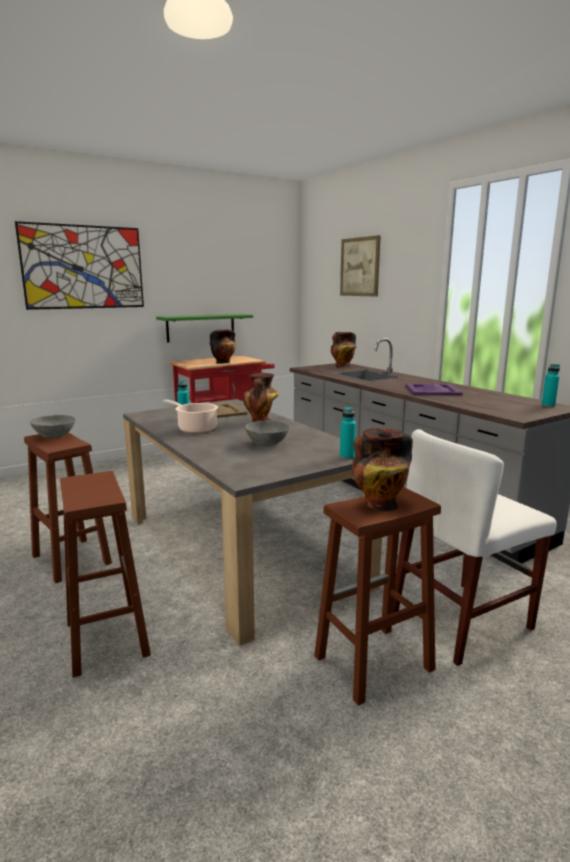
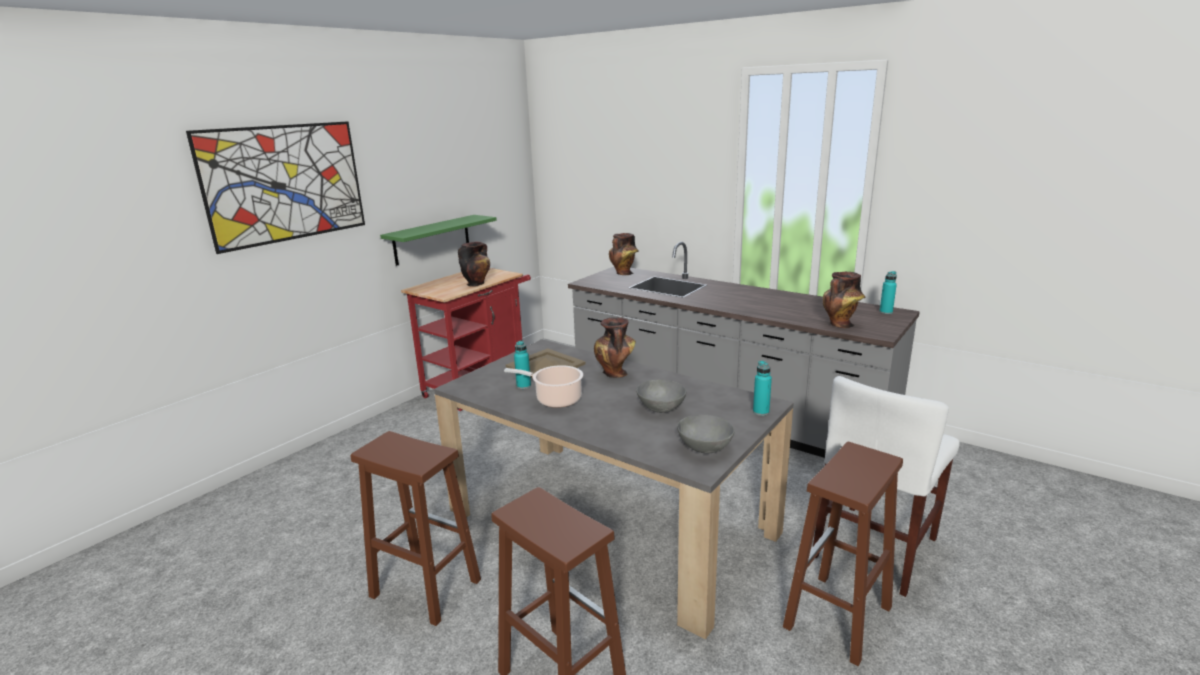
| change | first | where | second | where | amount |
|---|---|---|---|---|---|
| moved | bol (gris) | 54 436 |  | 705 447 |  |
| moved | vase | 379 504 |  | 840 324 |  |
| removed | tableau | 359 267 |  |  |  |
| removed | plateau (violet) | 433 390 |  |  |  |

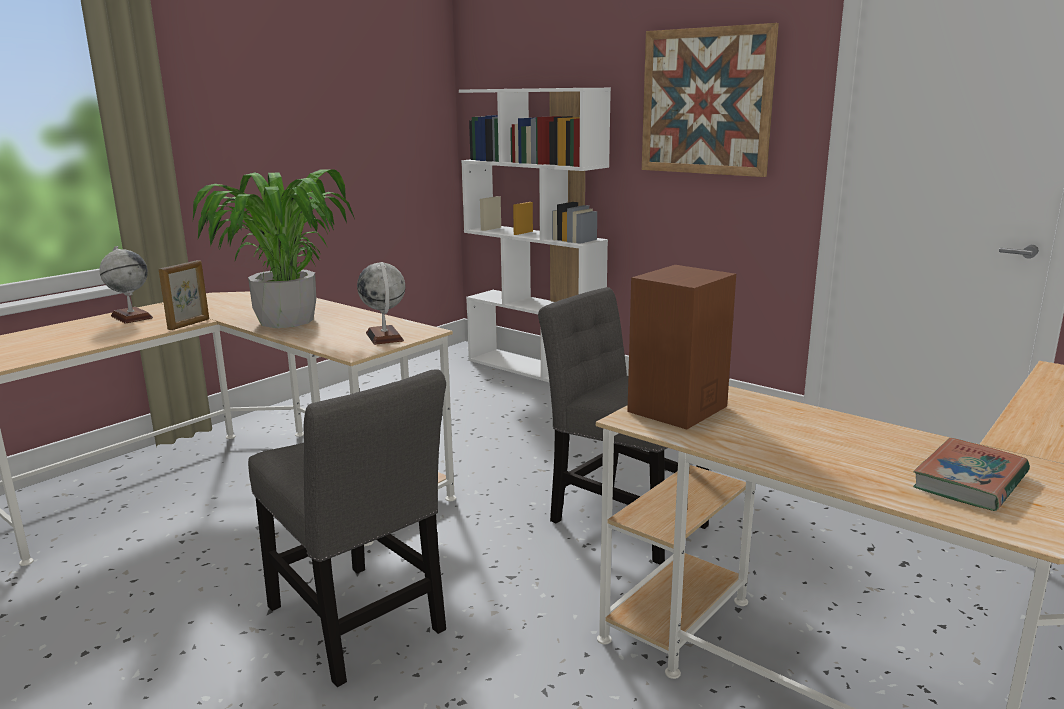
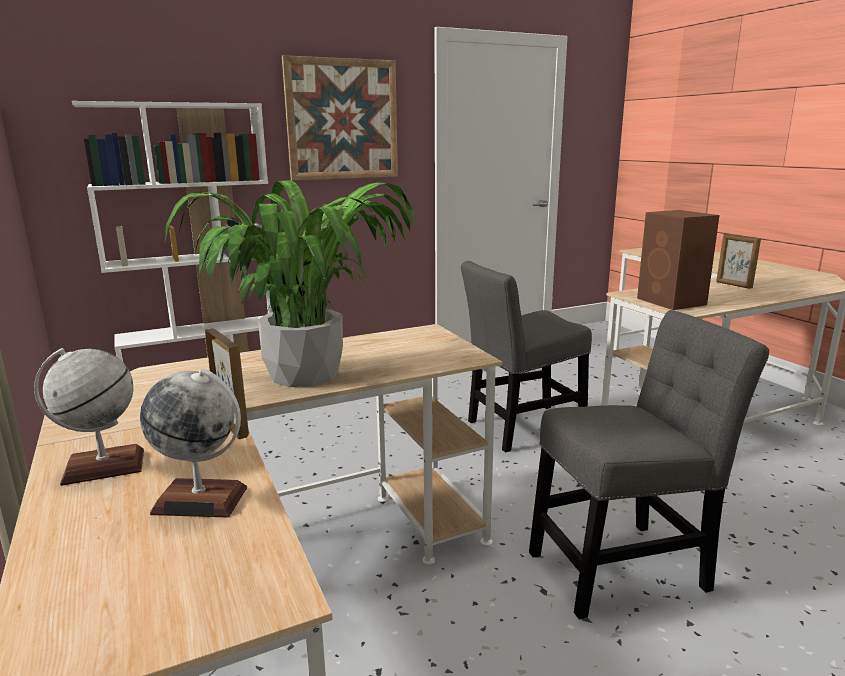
| change | first | where | second | where | amount |
|---|---|---|---|---|---|
| moved | globe | 384 337 |  | 200 500 |  |
| added |  |  | cadre photo | 733 285 |  |
| removed | livre | 970 481 |  |  |  |

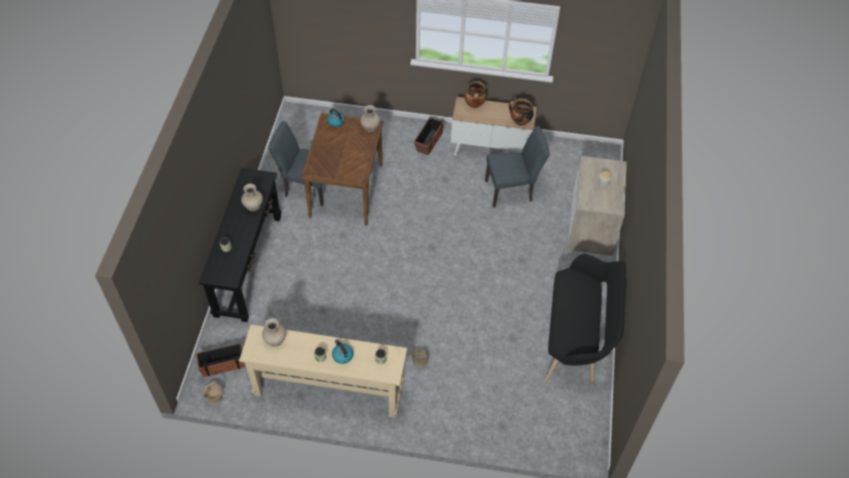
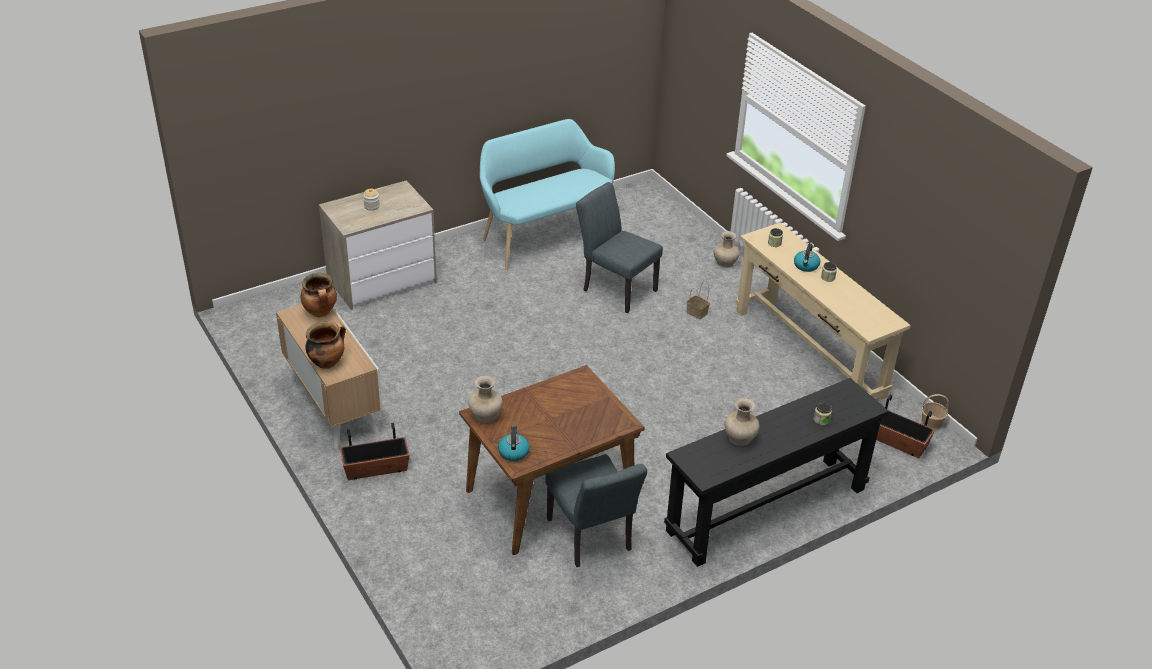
| change | first | where | second | where | amount |
|---|---|---|---|---|---|
| recoloured | banc (noir) | 576 340 | banc (turquoise) | 545 235 |  |
| moved | chaise (gris) | 512 190 |  | 615 288 |  |
| moved | vase (beige) | 275 339 |  | 724 262 |  |

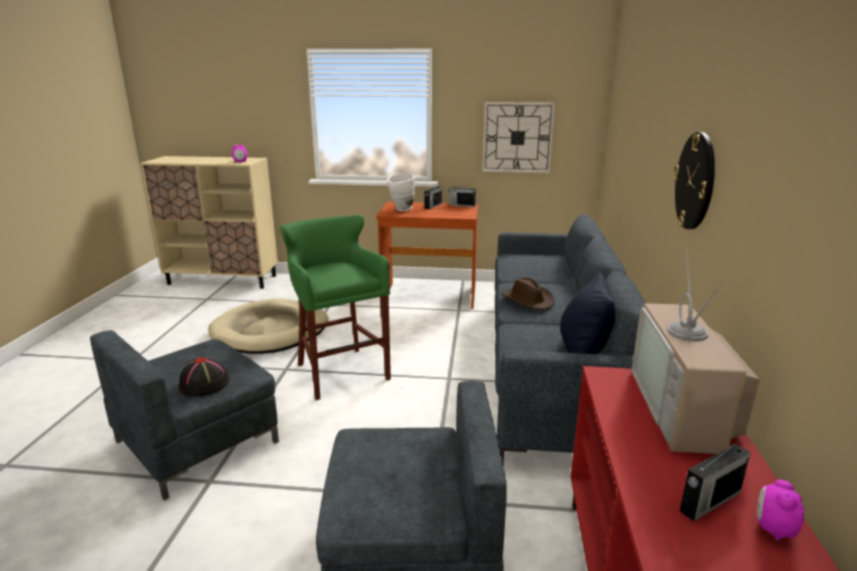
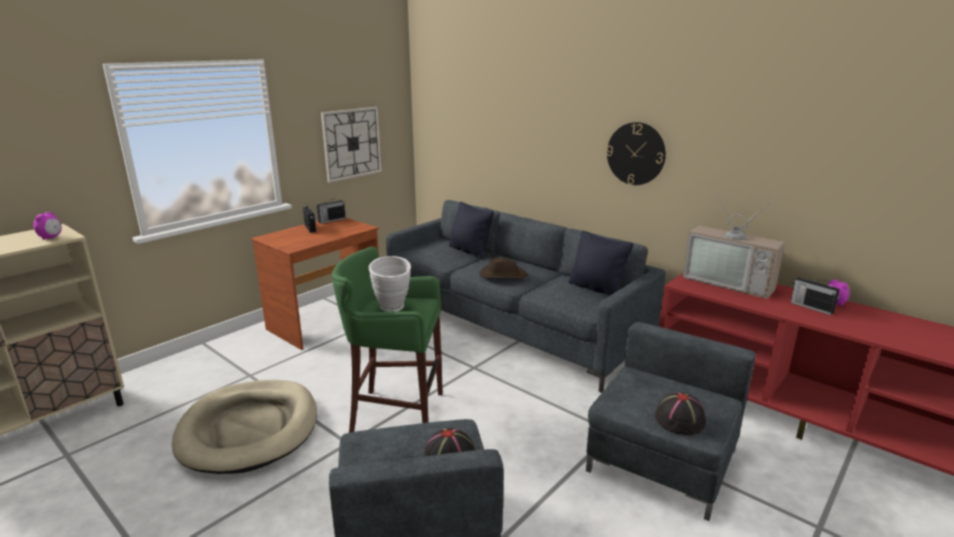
| change | first | where | second | where | amount |
|---|---|---|---|---|---|
| moved | vase (blanc) | 401 210 |  | 393 309 |  |
| added |  |  | coussin (noir) | 470 251 |  |
| added |  |  | chapeau (noir) | 680 420 |  |
| turned | radio | 709 502 |  | 810 307 | 135 degrees clockwise |

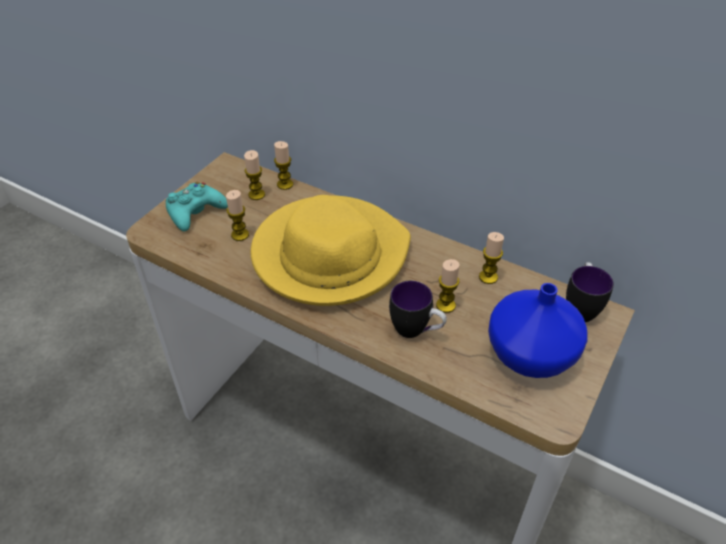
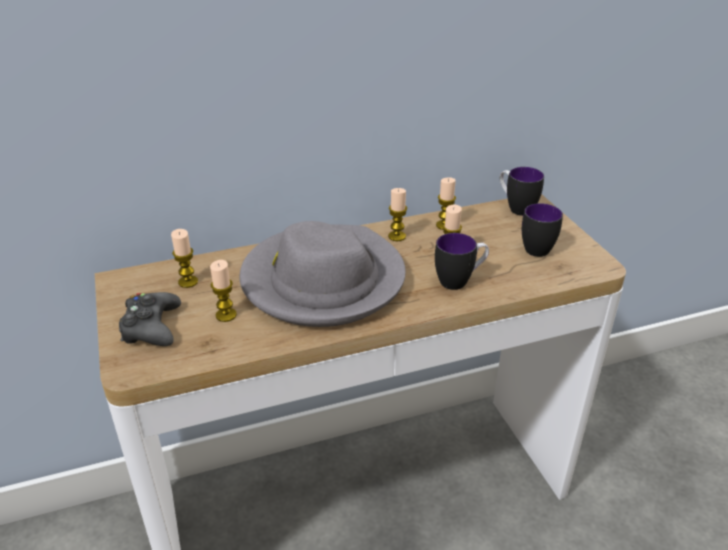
| change | first | where | second | where | amount |
|---|---|---|---|---|---|
| recoloured | manette (turquoise) | 195 212 | manette (noir) | 151 327 |  |
| recoloured | chapeau (jaune) | 329 255 | chapeau (gris) | 323 280 |  |
| moved | bougie | 285 184 |  | 397 236 |  |
| replaced | vase (bleu) | 532 355 | mug | 537 246 |  |

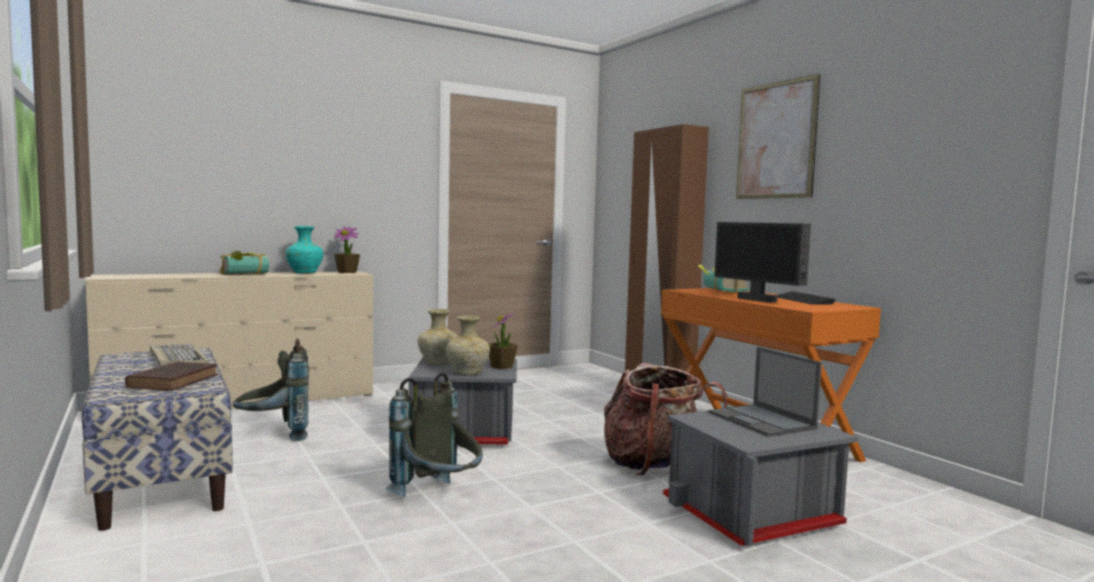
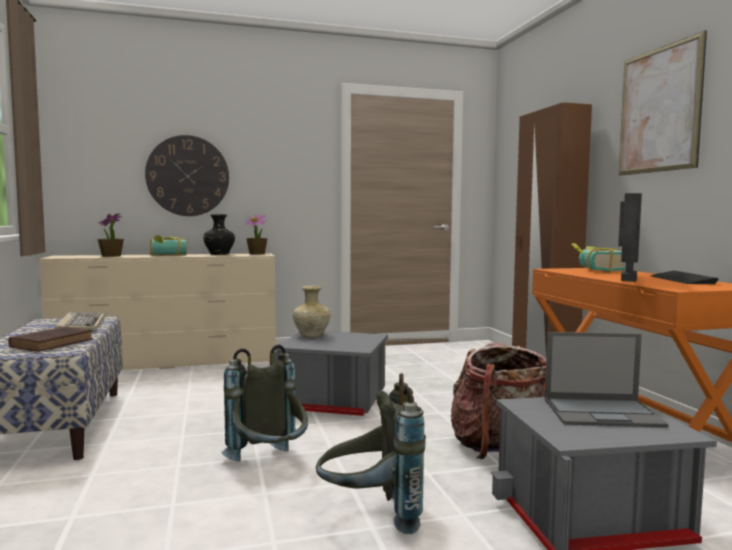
| change | first | where | second | where | amount |
|---|---|---|---|---|---|
| moved | plante en pot | 502 366 |  | 111 256 |  |
| added |  |  | horloge murale | 188 176 |  |
| recoloured | vase (turquoise) | 305 273 | vase (noir) | 220 254 |  |
| moved | sac à dos (gris) | 275 435 |  | 371 515 |  |
| turned | ordinateur portable | 762 421 |  | 603 412 | 75 degrees counterclockwise |
| turned | écran d'ordinateur | 757 300 |  | 627 279 | 135 degrees counterclockwise |
| removed | vase (beige) | 467 373 |  |  |  |

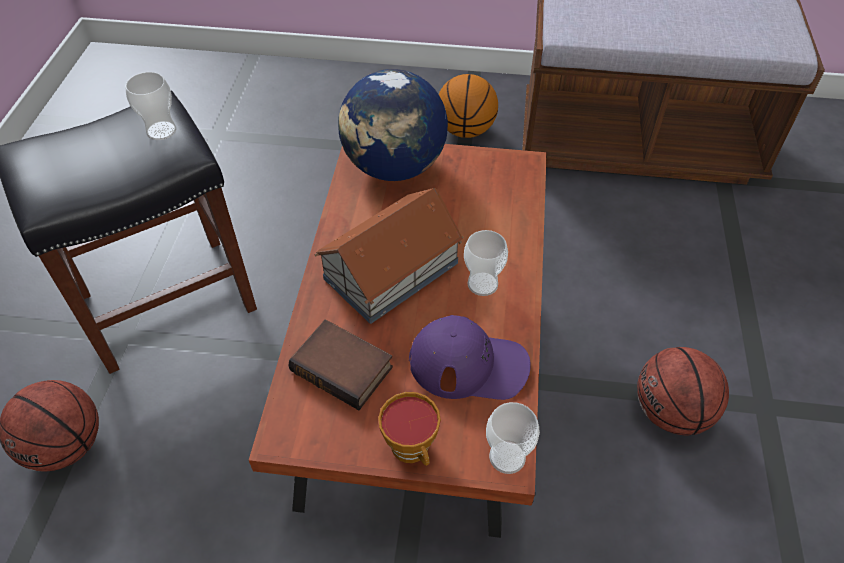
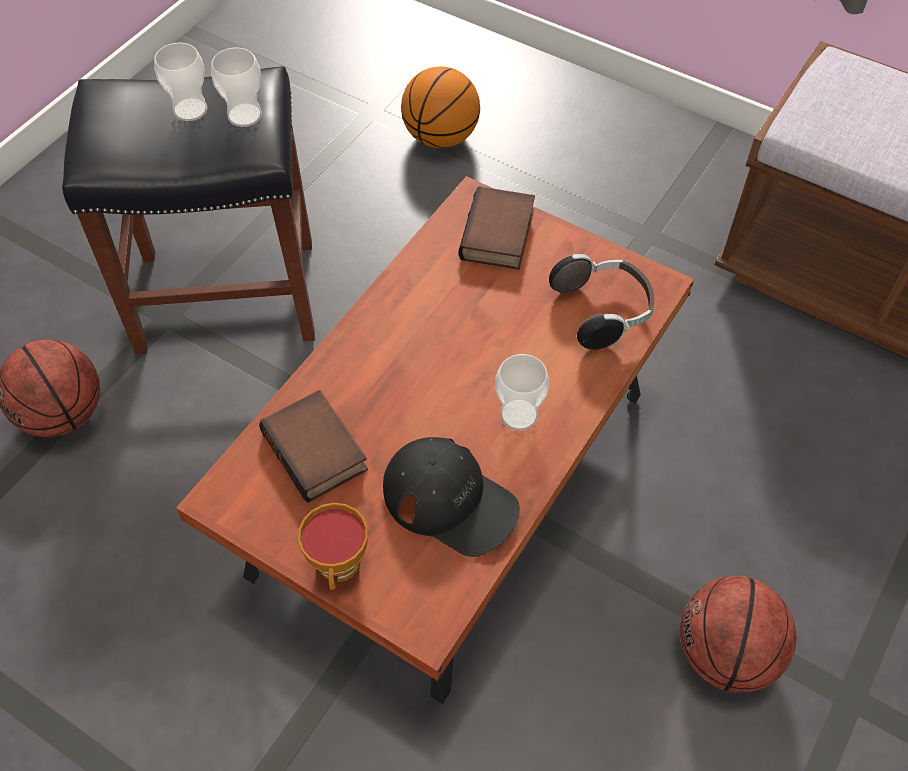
| change | first | where | second | where | amount |
|---|---|---|---|---|---|
| moved | tasse | 507 457 |  | 190 110 |  |
| recoloured | casquette (violet) | 469 364 | casquette (noir) | 450 500 |  |
| moved | ballon de basket | 465 130 |  | 440 137 |  |
| replaced | globe | 394 167 | livre | 499 236 |  |
| added |  |  | casque audio | 603 312 |  |
| removed | maison miniature | 392 270 |  |  |  |

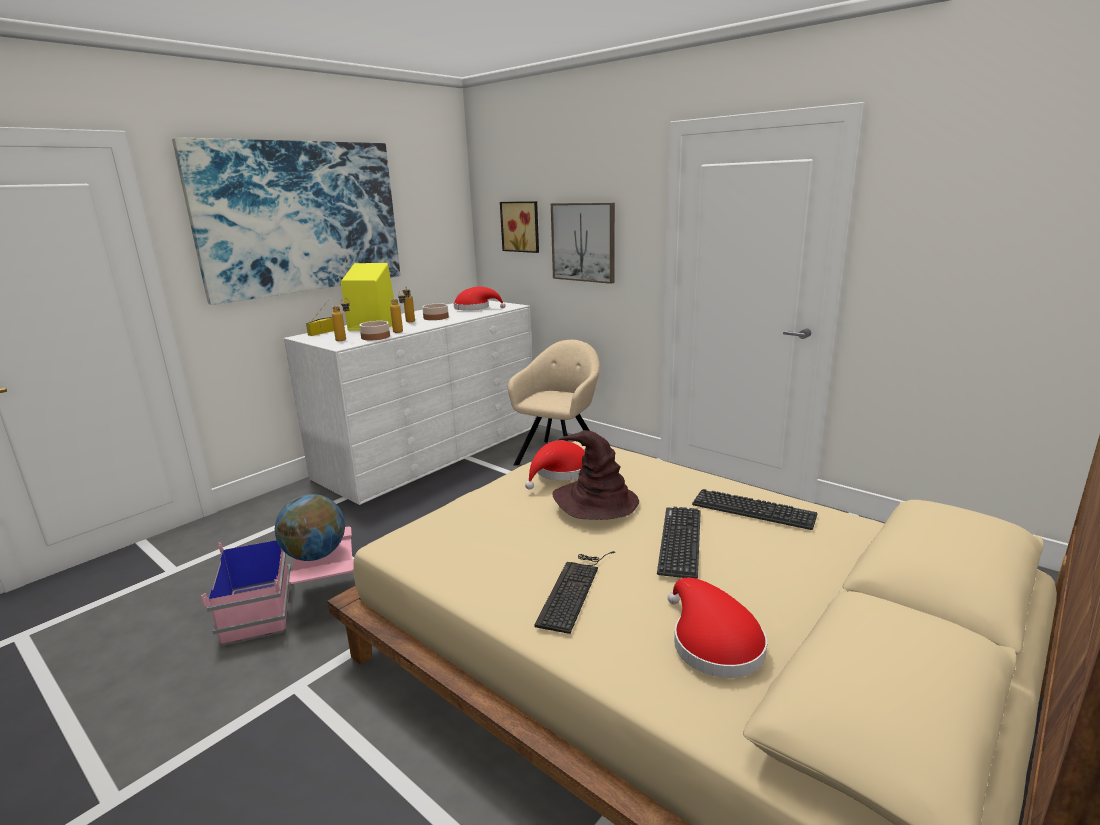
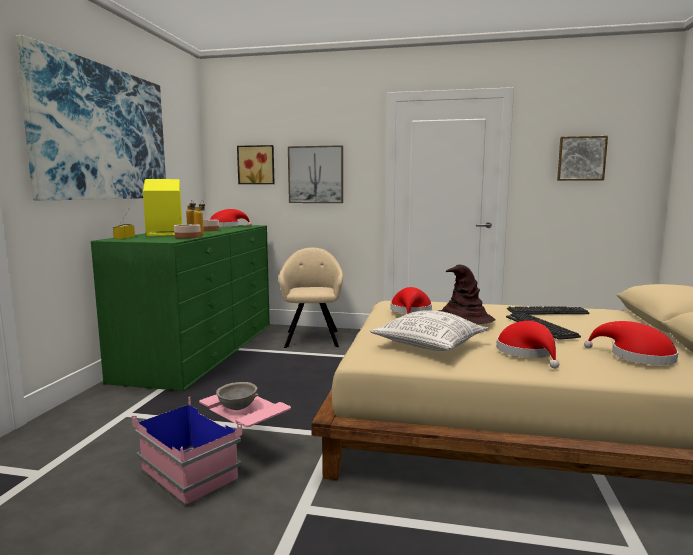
| change | first | where | second | where | amount |
|---|---|---|---|---|---|
| recoloured | commode (blanc) | 432 451 | commode (vert) | 201 349 |  |
| replaced | globe | 315 555 | bol (gris) | 237 408 |  |
| added |  |  | coussin | 429 345 |  |
| replaced | clavier | 574 588 | chapeau (rouge) | 527 353 |  |
| added |  |  | tableau | 581 158 |  |
| removed | bouteille | 345 340 |  |  |  |

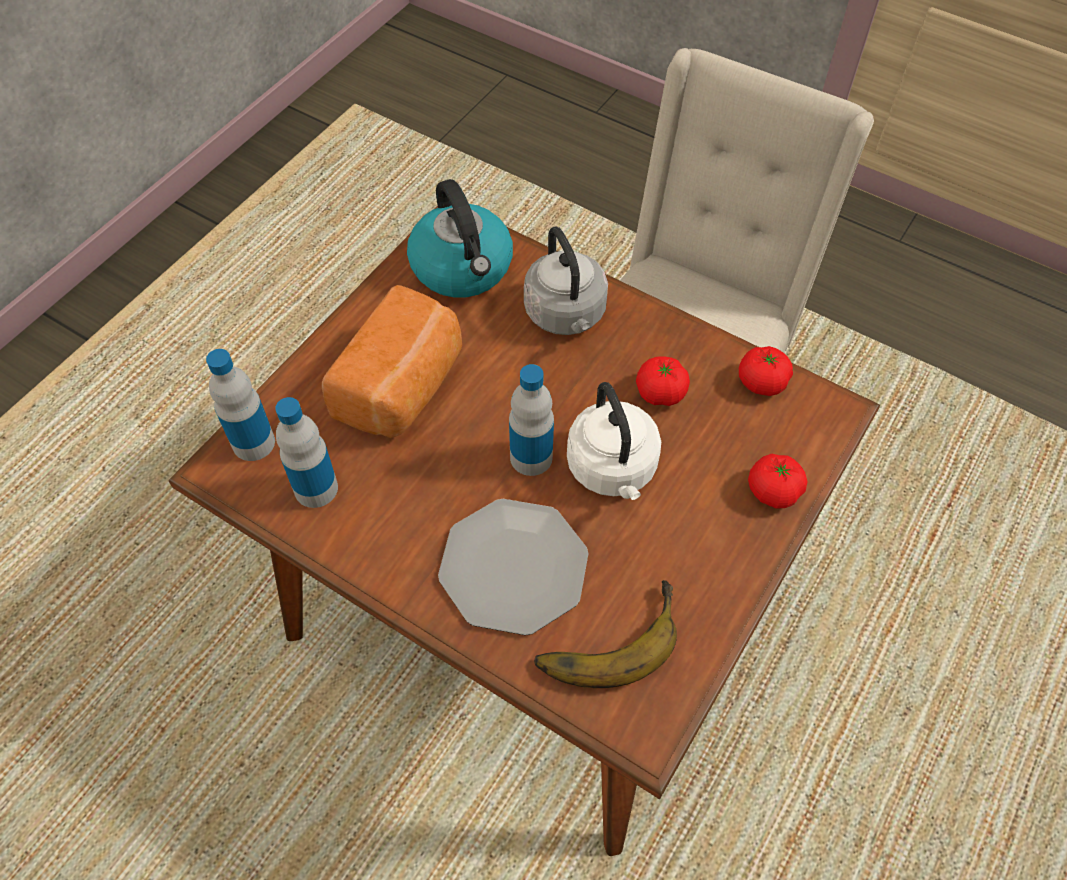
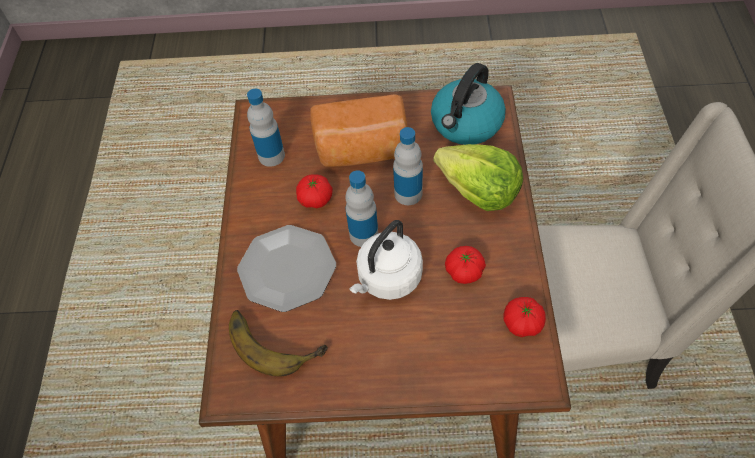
| change | first | where | second | where | amount |
|---|---|---|---|---|---|
| moved | tomate | 773 491 |  | 315 199 |  |
| moved | bouteille | 253 443 |  | 408 193 |  |
| replaced | bouilloire (gris) | 566 315 | laitue | 478 191 |  |

